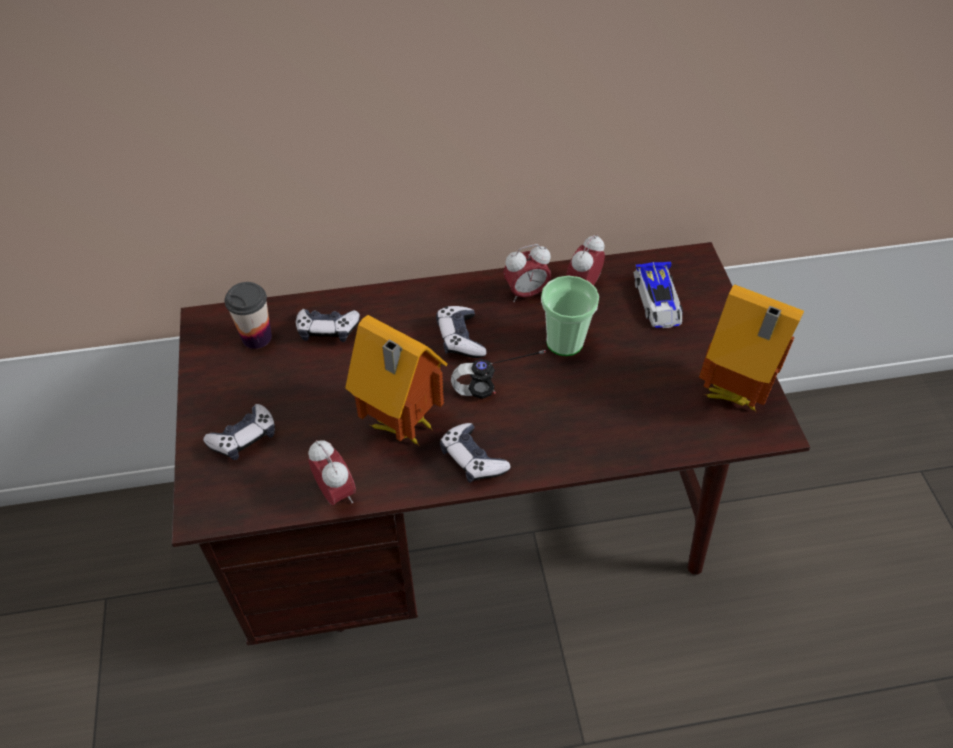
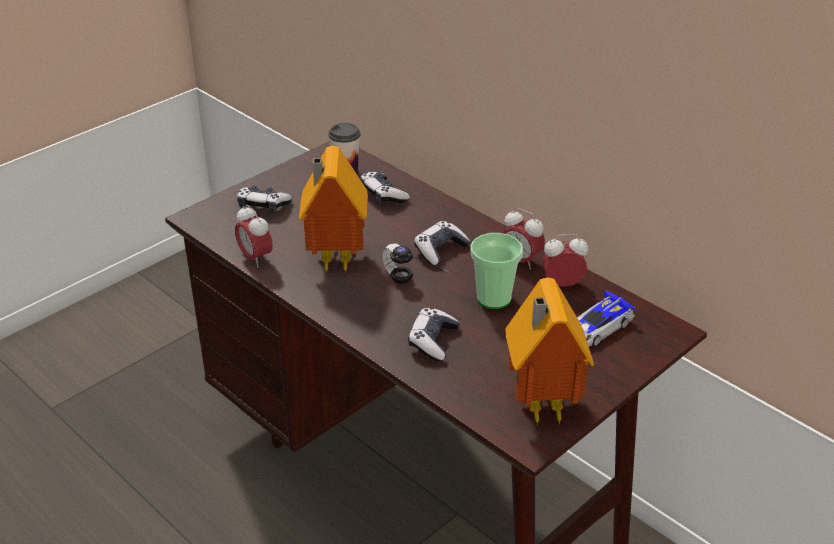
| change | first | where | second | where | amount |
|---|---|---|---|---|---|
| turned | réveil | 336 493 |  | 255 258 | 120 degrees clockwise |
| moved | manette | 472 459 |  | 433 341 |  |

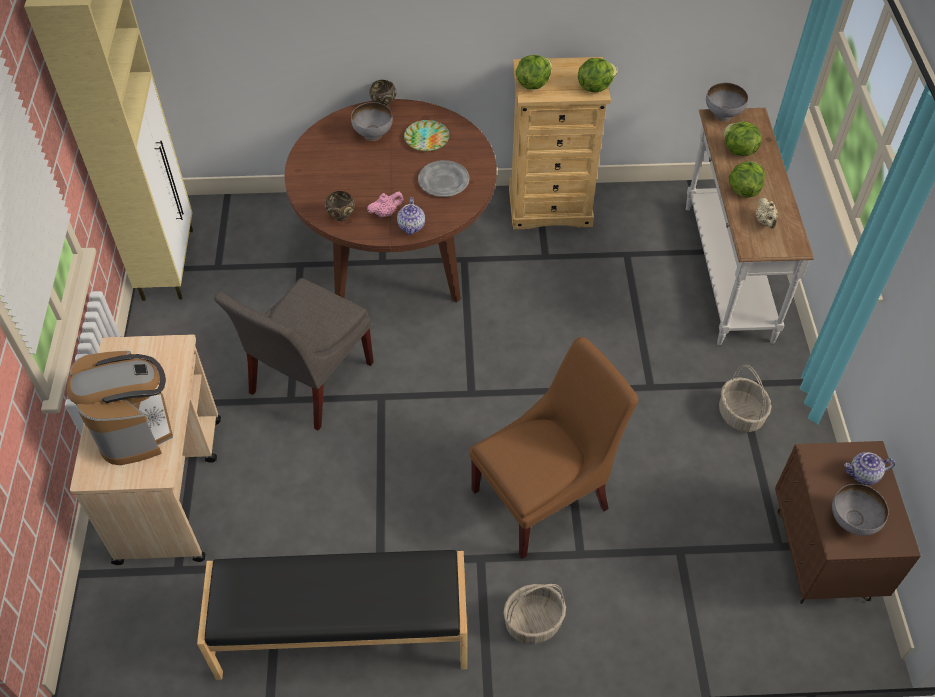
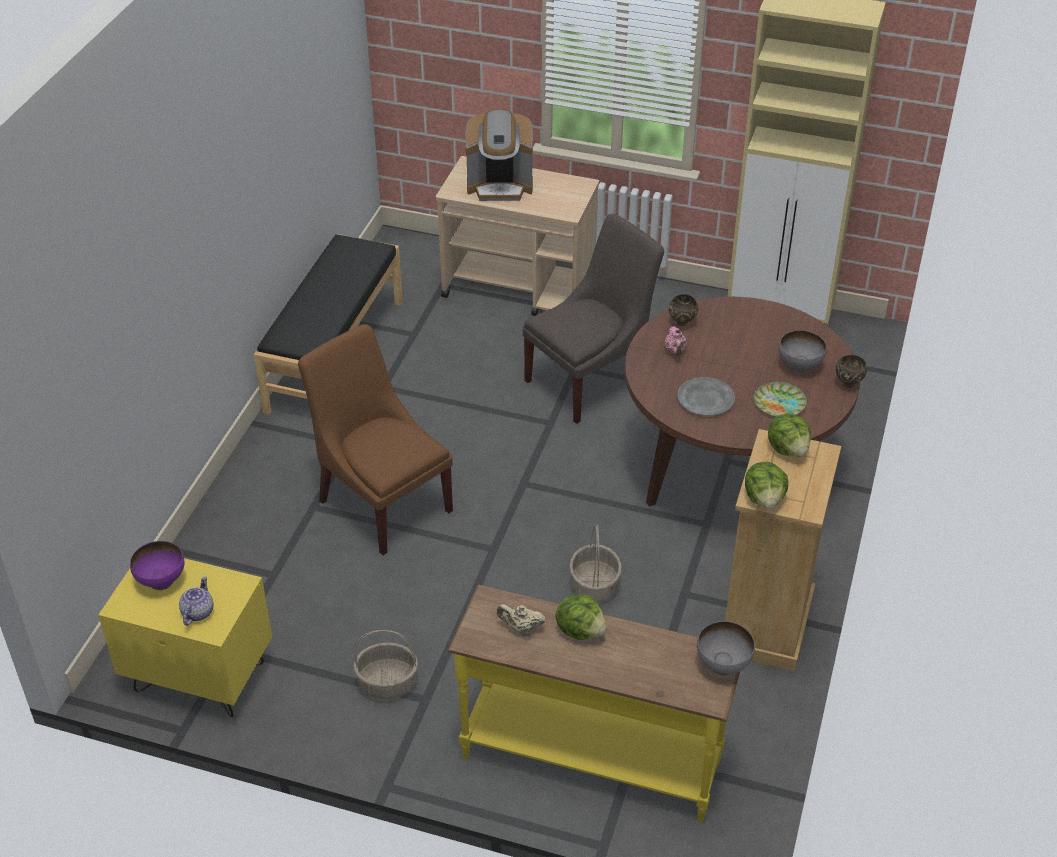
| change | first | where | second | where | amount |
|---|---|---|---|---|---|
| recoloured | table de chevet (marron) | 822 556 | table de chevet (jaune) | 199 678 |  |
| recoloured | bol (gris) | 851 521 | bol (violet) | 162 581 |  |
| turned | chaise (marron) | 545 496 |  | 382 501 | 150 degrees clockwise |
| recoloured | table console (blanc) | 725 272 | table console (jaune) | 591 758 |  |
| turned | chaise (gris) | 307 381 |  | 591 380 | 90 degrees clockwise |
| moved | panier | 532 622 |  | 594 585 |  |
| removed | théière | 412 226 |  |  |  |
| removed | laitue | 738 150 |  |  |  |

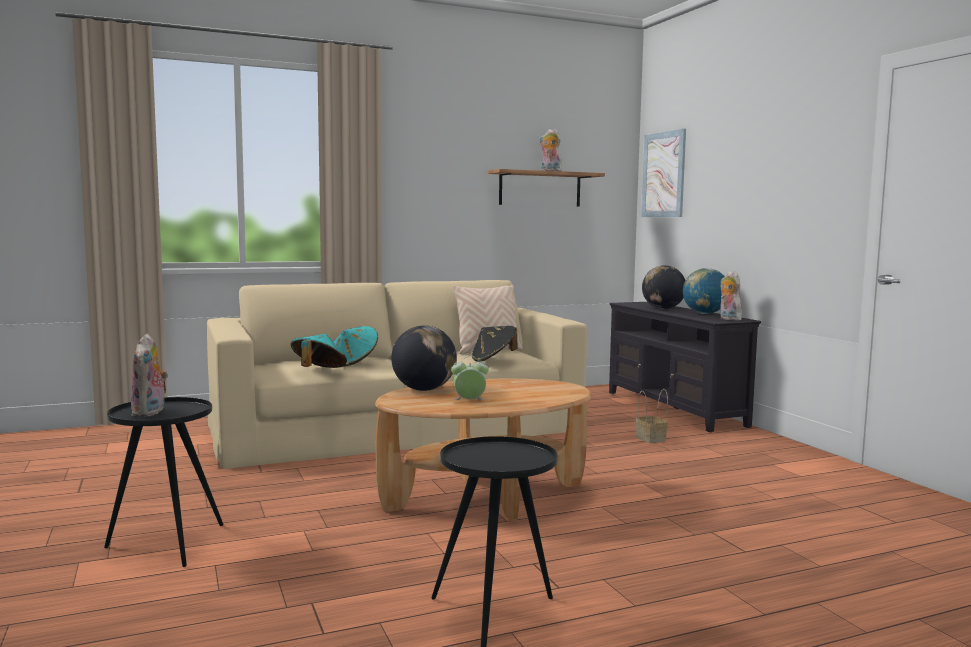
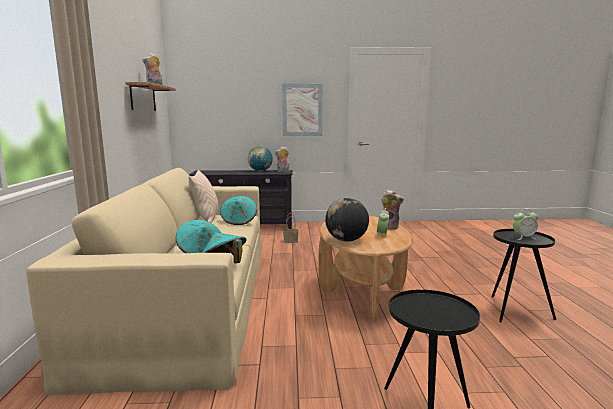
| change | first | where | second | where | amount |
|---|---|---|---|---|---|
| recoloured | chapeau (noir) | 493 359 | chapeau (turquoise) | 239 221 |  |
| moved | tableau | 663 174 |  | 302 110 |  |
| moved | peluche | 150 412 |  | 389 227 |  |
| added |  |  | réveil | 523 237 |  |
| removed | globe | 663 308 |  |  |  |

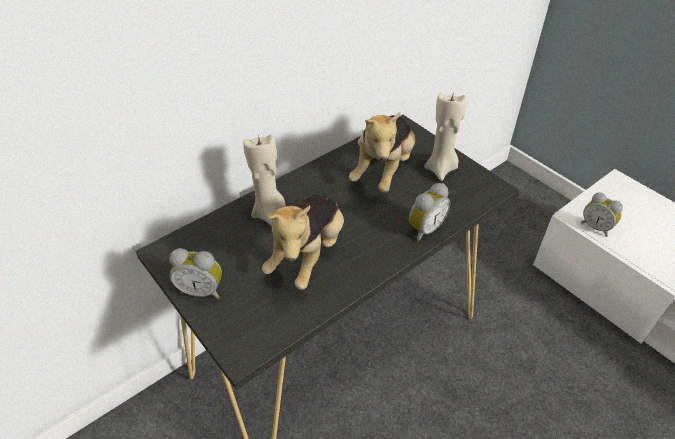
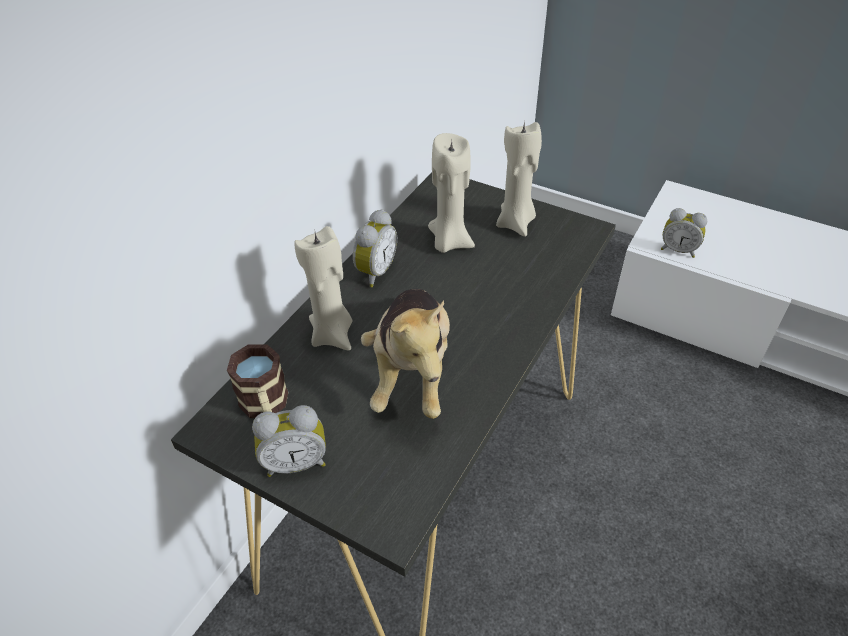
| change | first | where | second | where | amount |
|---|---|---|---|---|---|
| added |  |  | mug | 266 407 |  |
| moved | réveil | 424 229 |  | 374 272 |  |
| replaced | peluche | 383 170 | bougie (beige) | 449 242 |  |

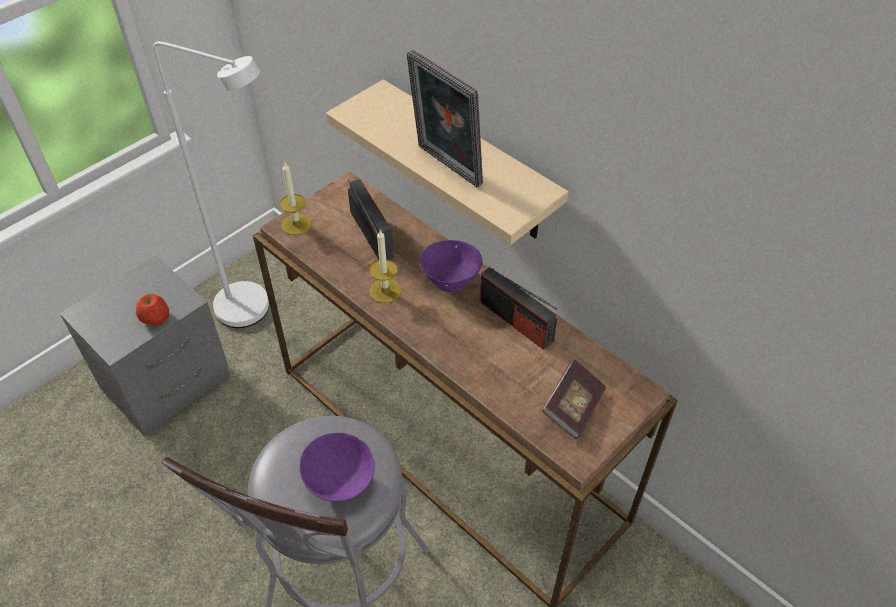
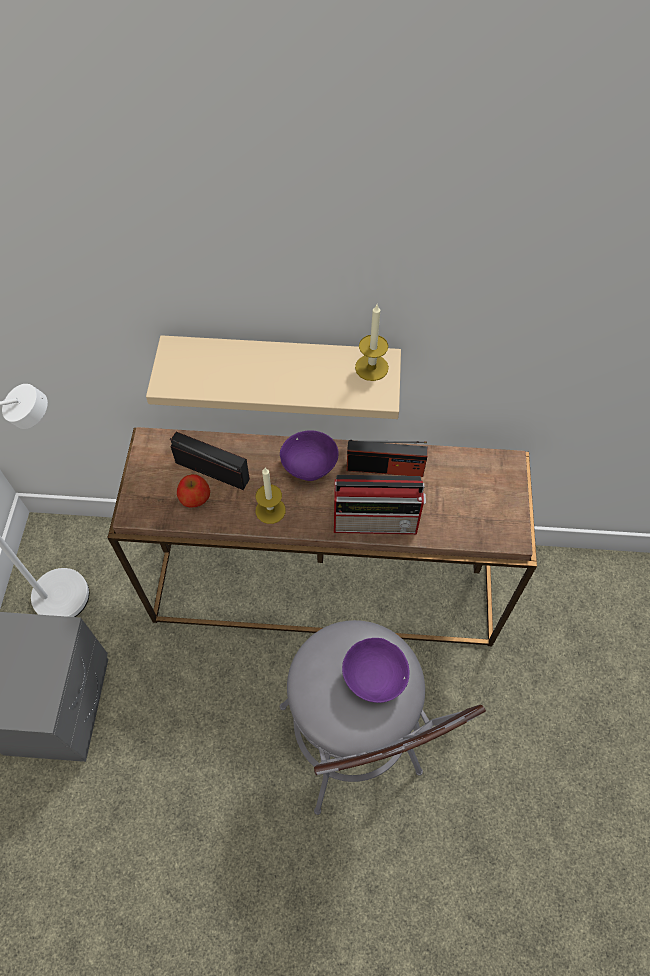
| change | first | where | second | where | amount |
|---|---|---|---|---|---|
| moved | pomme | 155 318 |  | 194 498 |  |
| added |  |  | radio | 377 521 |  |
| moved | bougie | 296 224 |  | 371 367 |  |
| removed | cadre photo | 445 167 |  |  |  |
| removed | livre | 573 407 |  |  |  |

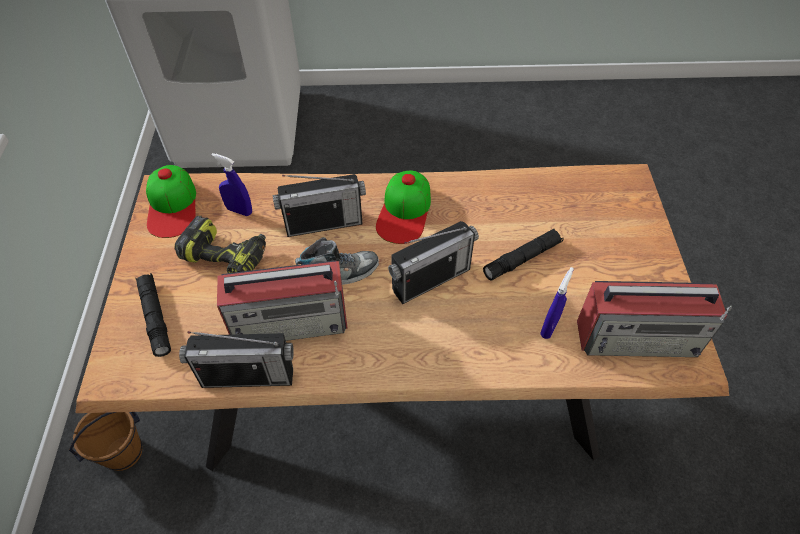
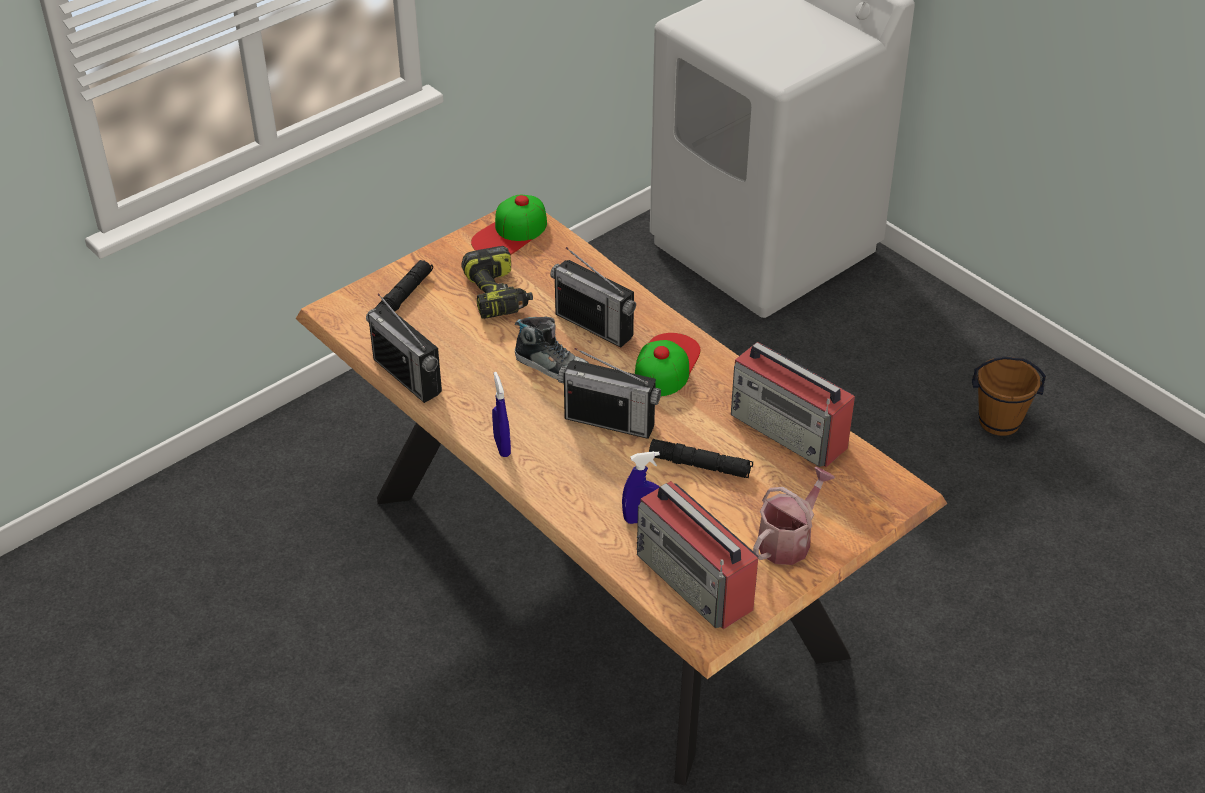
| change | first | where | second | where | amount |
|---|---|---|---|---|---|
| moved | vaporisateur (bleu) | 239 210 |  | 502 446 |  |
| turned | casquette | 404 212 |  | 666 364 | 135 degrees clockwise |
| moved | radio | 291 322 |  | 789 431 |  |
| added |  |  | arrosoir | 788 540 |  |
| moved | seau (marron) | 123 452 |  | 999 421 |  |

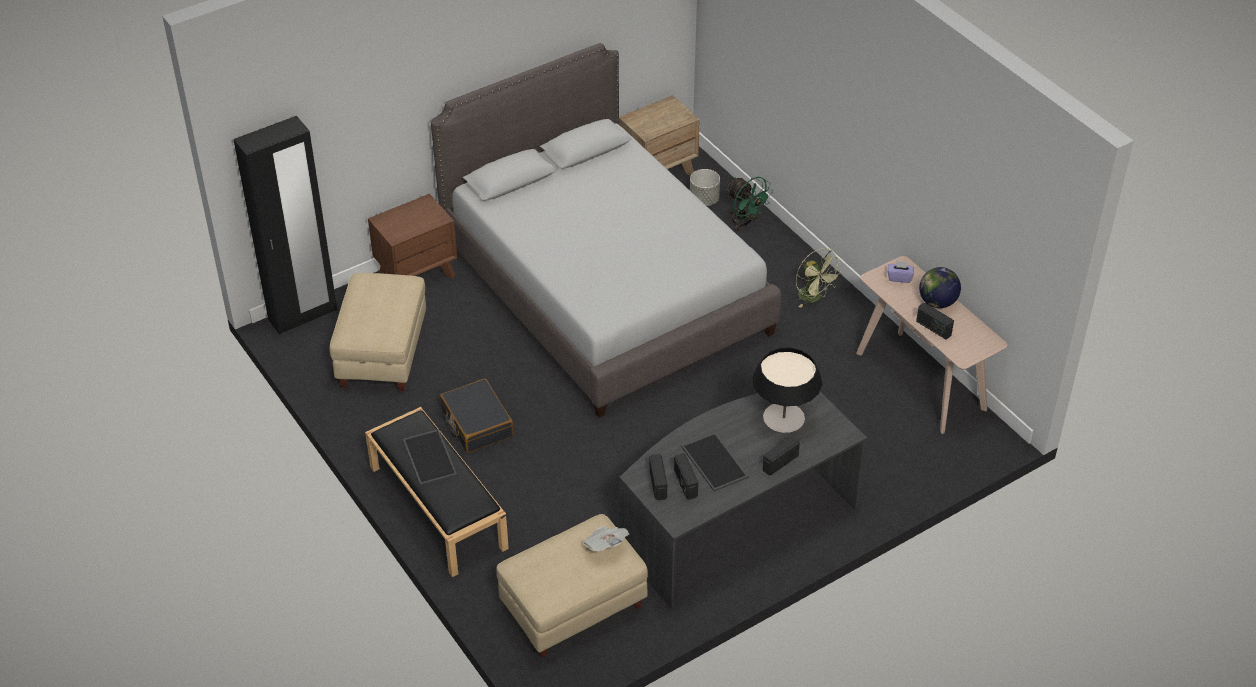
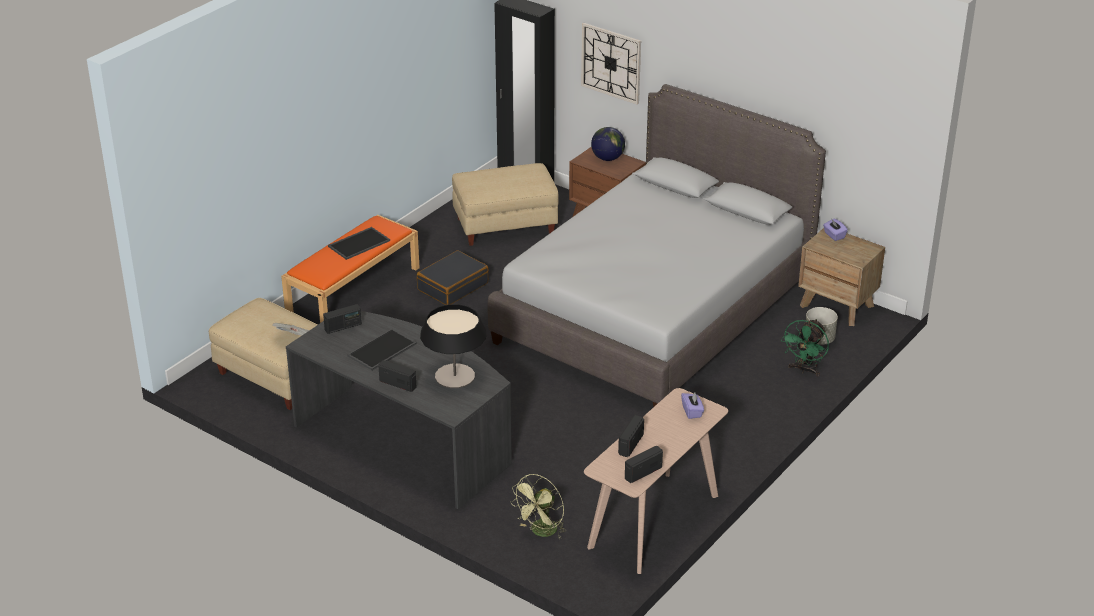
| change | first | where | second | where | amount |
|---|---|---|---|---|---|
| recoloured | banc (noir) | 436 507 | banc (orange) | 353 290 |  |
| moved | ventilateur (vert) | 814 297 |  | 541 532 |  |
| added |  |  | horloge murale | 611 63 |  |
| moved | globe | 937 302 |  | 607 158 |  |
| moved | radio | 685 483 |  | 643 472 |  |
| added |  |  | boîte à mouchoirs (violet) | 834 235 |  |

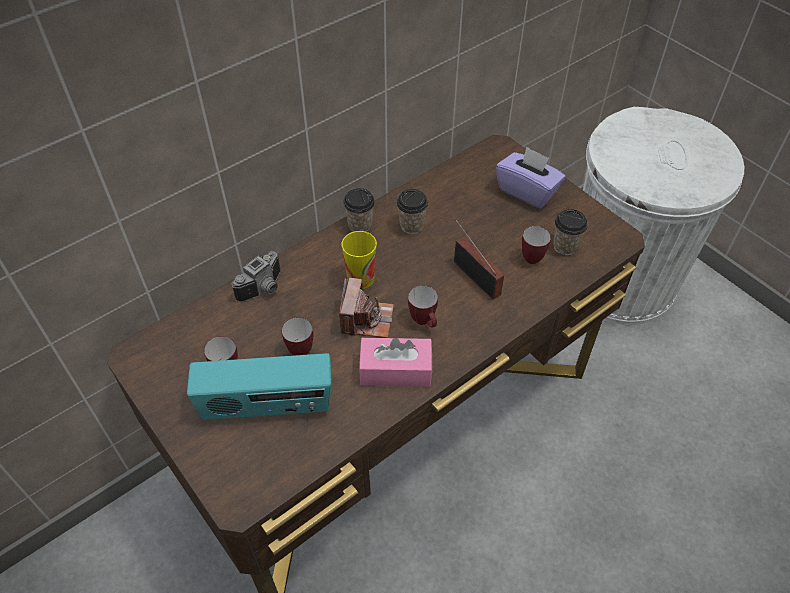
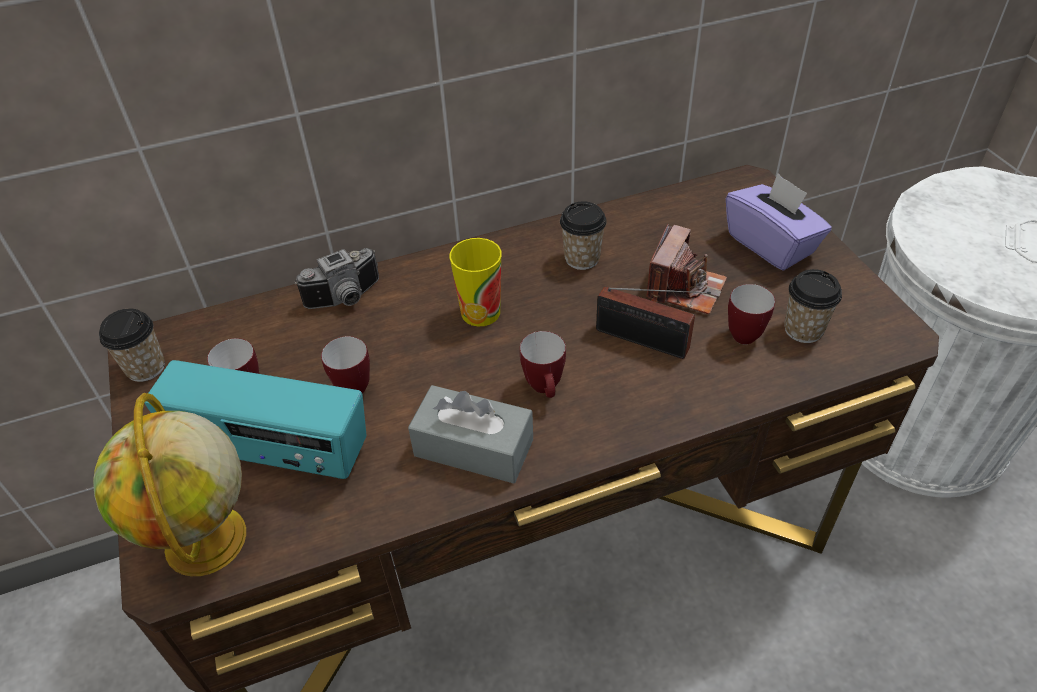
| change | first | where | second | where | amount |
|---|---|---|---|---|---|
| added |  |  | globe | 207 542 |  |
| moved | tasse | 360 225 |  | 145 368 |  |
| recoloured | boîte à mouchoirs (rose) | 395 370 | boîte à mouchoirs (gris) | 473 447 |  |
| turned | radio | 475 275 |  | 647 342 | 135 degrees clockwise |
| moved | appareil photo | 366 319 |  | 684 288 |  |

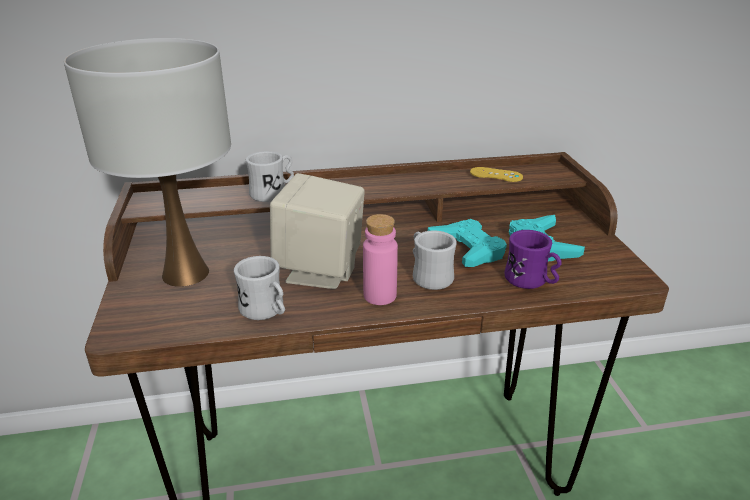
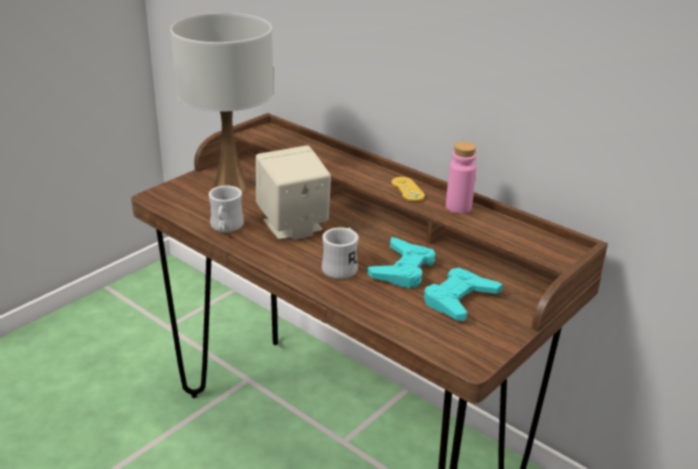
| change | first | where | second | where | amount |
|---|---|---|---|---|---|
| moved | manette (jaune) | 496 175 |  | 407 189 |  |
| moved | bouteille (rose) | 380 295 |  | 458 207 |  |
| removed | mug (blanc) | 273 193 |  |  |  |
| removed | mug (violet) | 531 281 |  |  |  |

